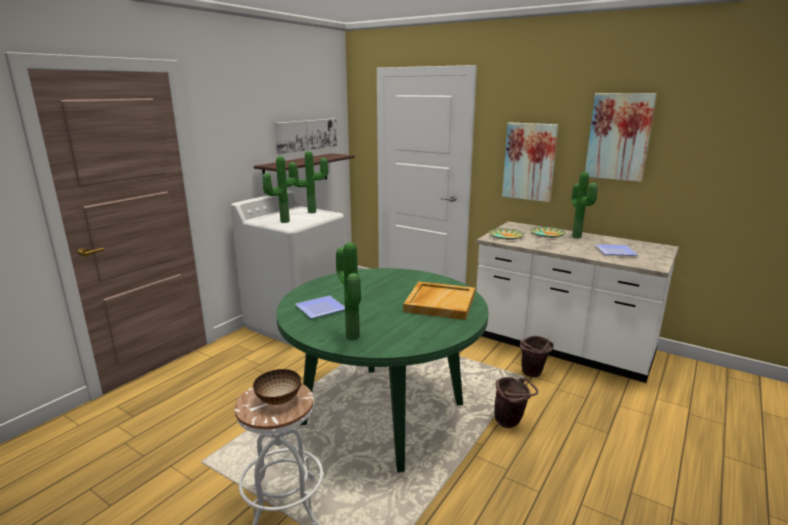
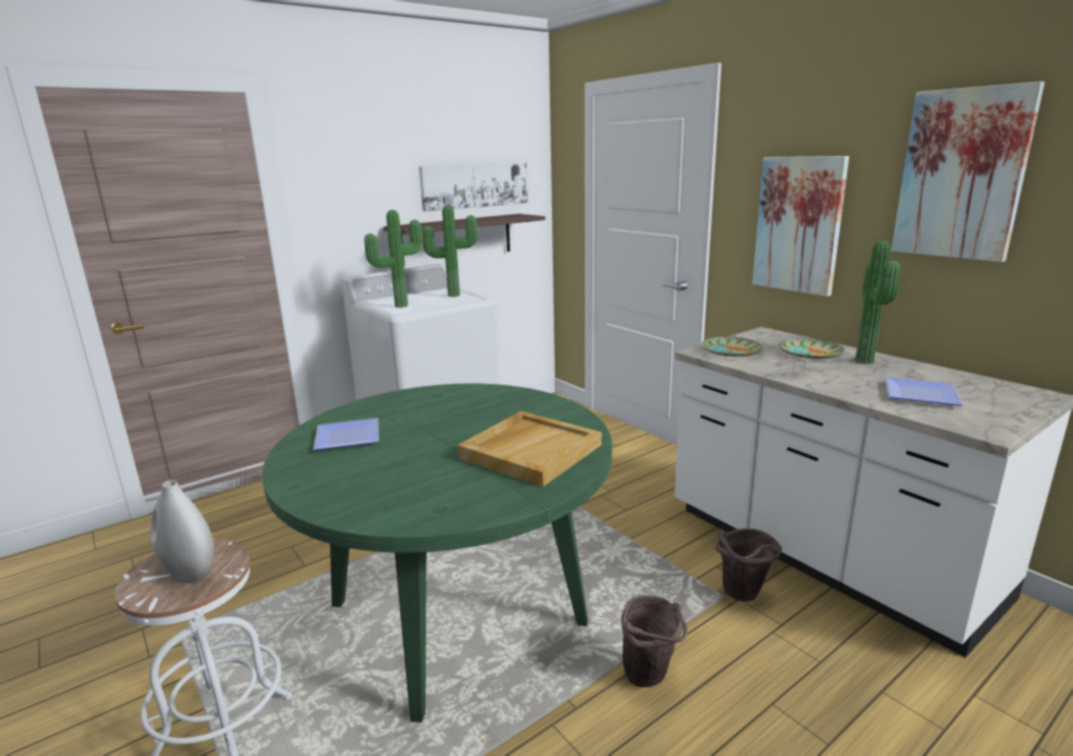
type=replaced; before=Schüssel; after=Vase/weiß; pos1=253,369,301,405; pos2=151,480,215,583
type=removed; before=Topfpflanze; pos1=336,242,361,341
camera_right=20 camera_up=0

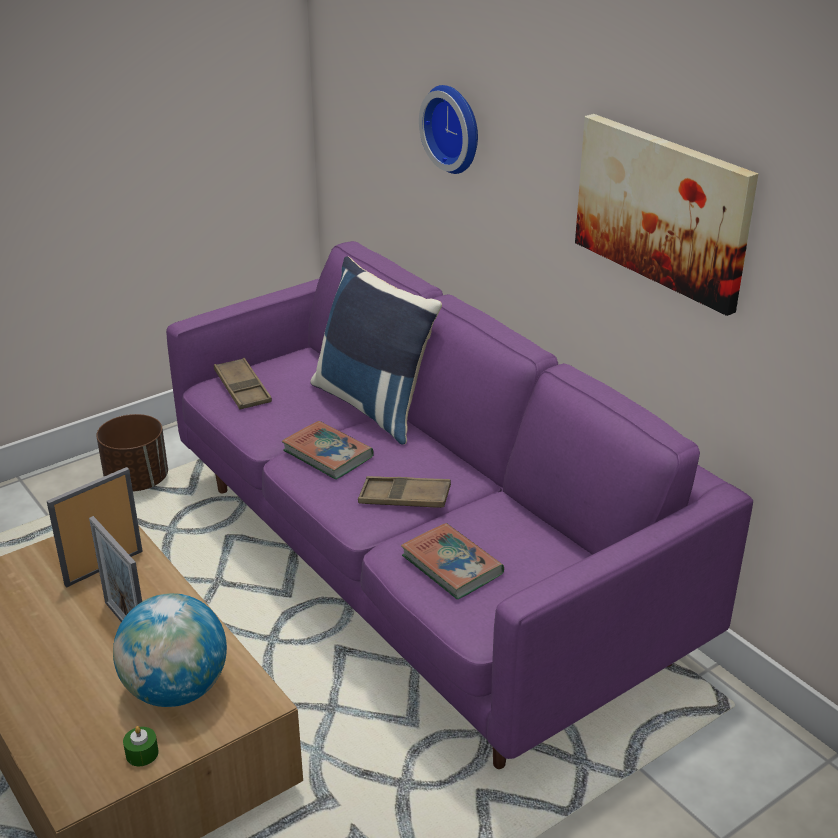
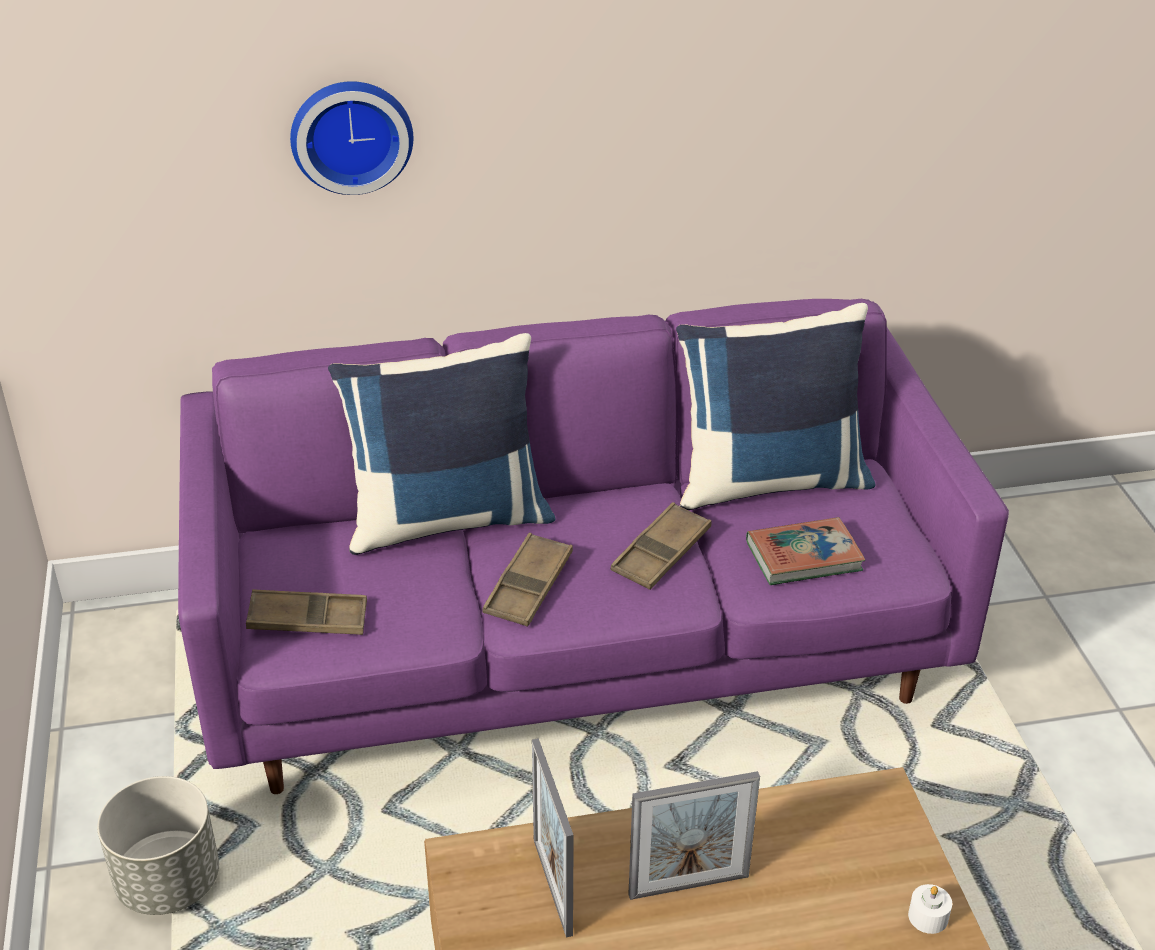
type=recoloured; before=Pflanzkübel/braun; after=Pflanzkübel/grau; pos1=96,414,168,492; pos2=97,776,219,915
type=replaced; before=Buch; after=Tablett/braun; pos1=282,421,374,480; pos2=482,533,573,627
type=added; after=Kissen/blau; pos2=676,303,875,510
type=recoloured; before=Kerze/grün; after=Kerze/weiß; pos1=123,726,159,766; pos2=908,884,952,934
type=removed; before=Globus; pos1=113,593,227,707
type=removed; before=Bild; pos1=575,114,758,316
camera_right=-65 camera_up=5

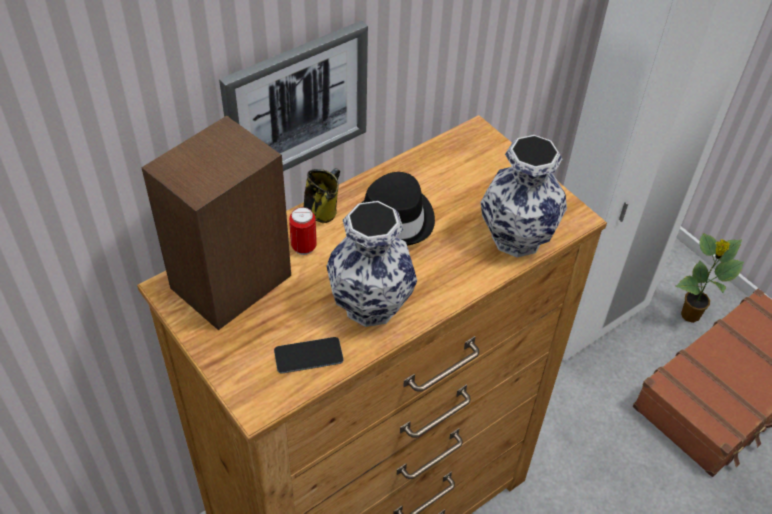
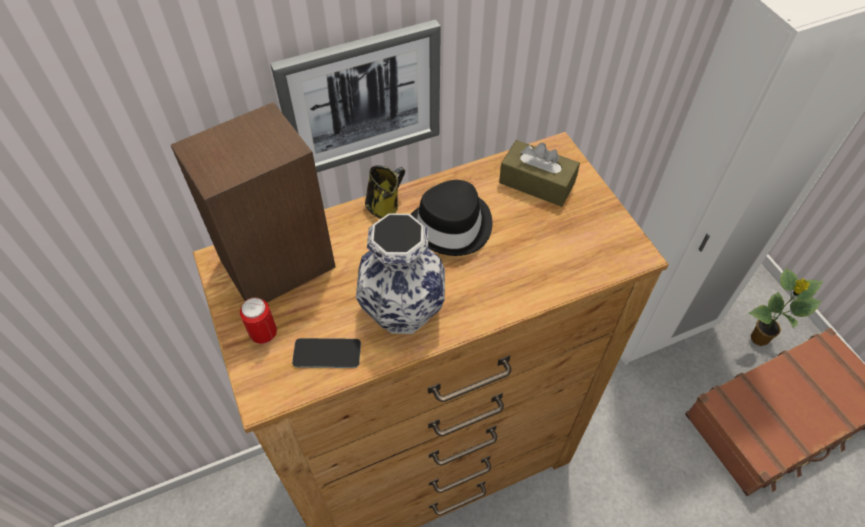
type=moved; before=Dose; pos1=289,207,317,255; pos2=240,297,277,344
type=added; after=Taschentuchbox/braun; pos2=499,140,580,207
type=removed; before=Vase; pos1=480,135,567,258
camera_right=15 camera_up=5

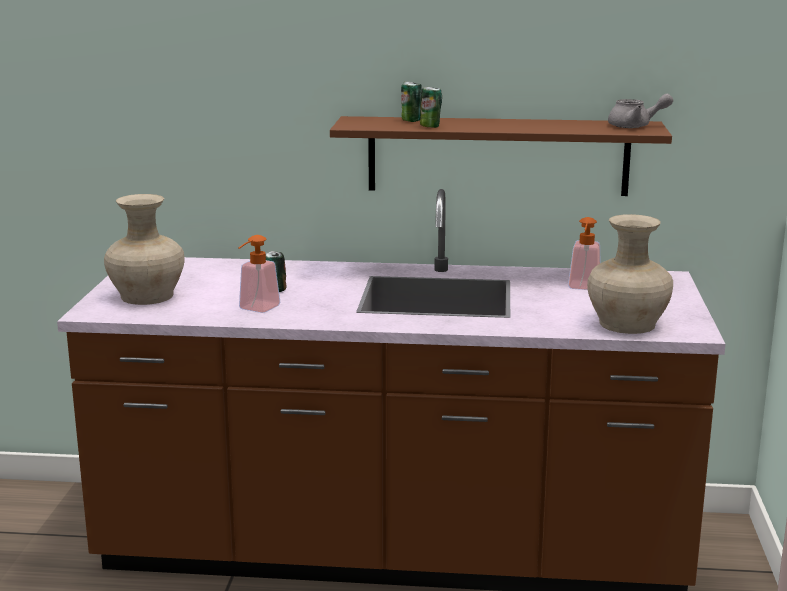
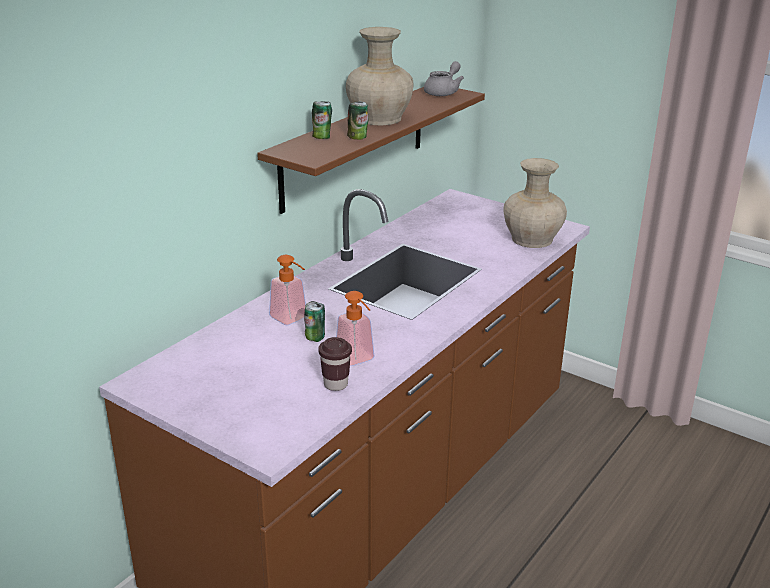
type=moved; before=Seifenspender; pos1=568,217,601,290; pos2=269,255,306,325
type=added; after=Tasse/braun; pos2=318,337,352,391
type=moved; before=Vase/beige; pos1=104,194,185,305; pos2=346,27,413,126
camera_right=-60 camera_up=10

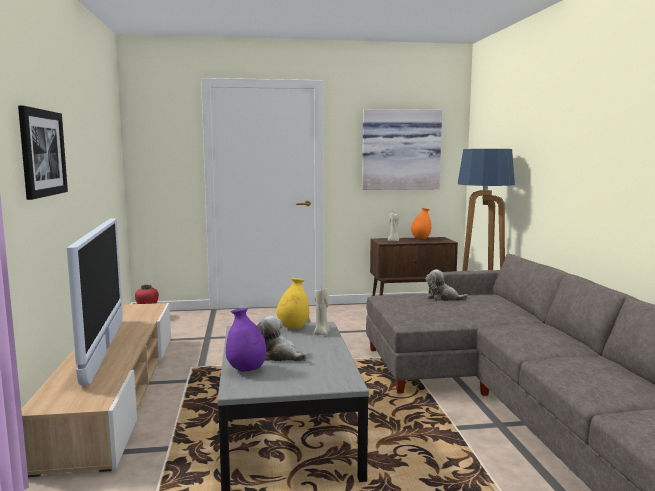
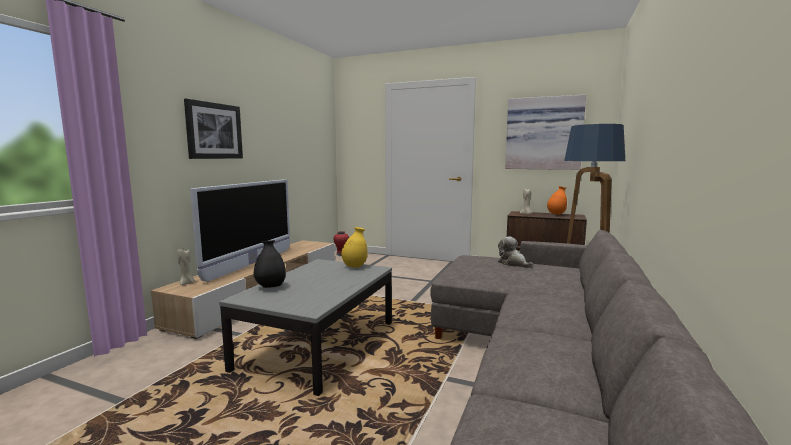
type=moved; before=Kerze/beige; pos1=314,286,330,335; pos2=177,249,195,285
type=recoloured; before=Vase/lila; after=Vase/schwarz; pos1=226,308,266,372; pos2=254,240,286,288
type=removed; before=Plüschtier; pos1=257,316,307,362
camera_right=30 camera_up=0

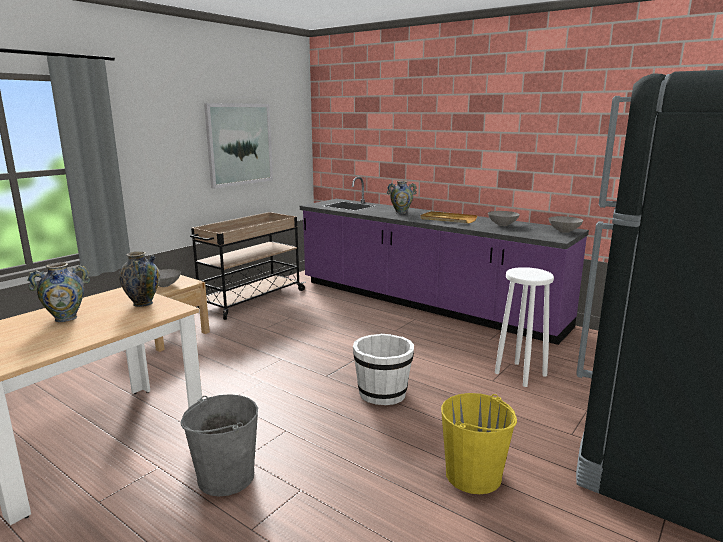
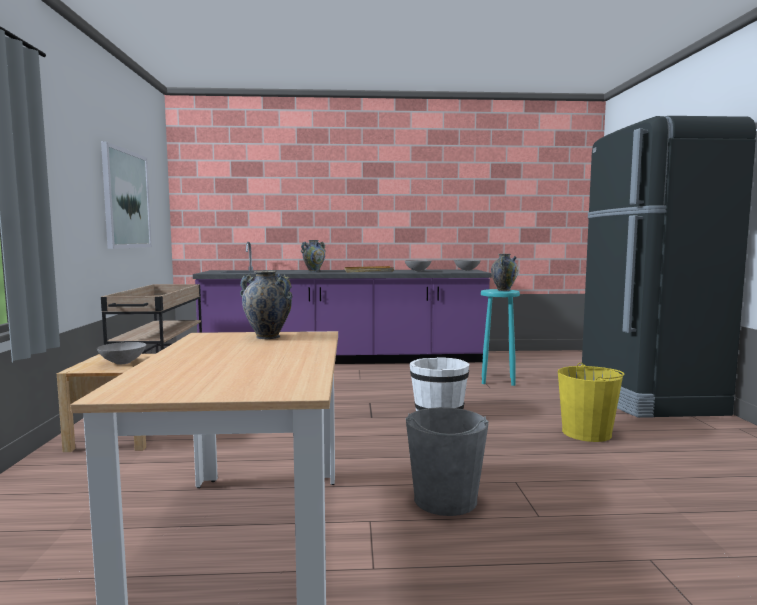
type=recoloured; before=Hocker/weiß; after=Hocker/türkis; pos1=495,267,554,387; pos2=481,289,520,386
type=moved; before=Vase; pos1=27,262,90,322; pos2=491,254,518,291
camera_right=-40 camera_up=-10

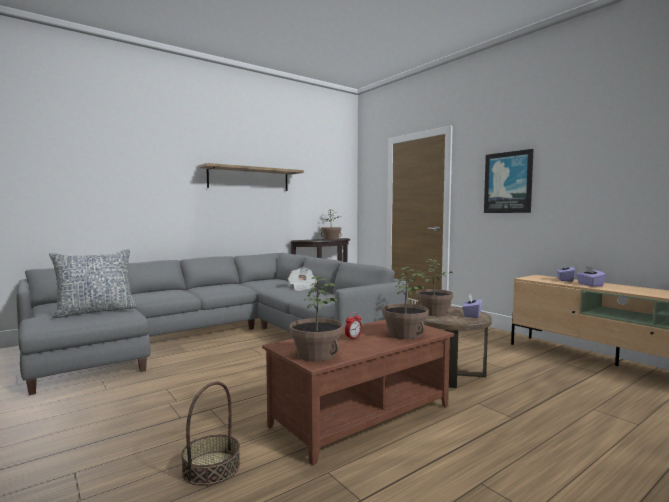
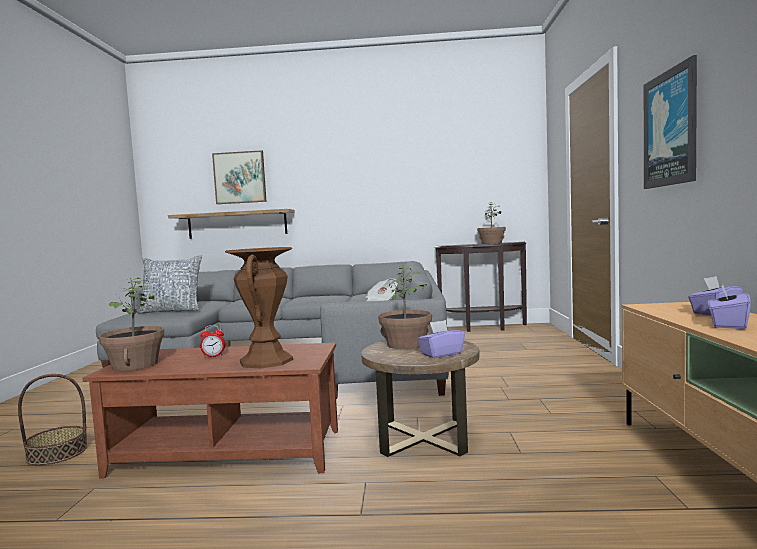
type=moved; before=Wandregal; pos1=198,163,304,191; pos2=168,209,295,239
type=added; after=Bild; pos2=212,150,267,204
type=replaced; before=Topfpflanze; after=Vase/braun; pos1=382,267,429,339; pos2=225,247,293,369
camera_right=40 camera_up=0

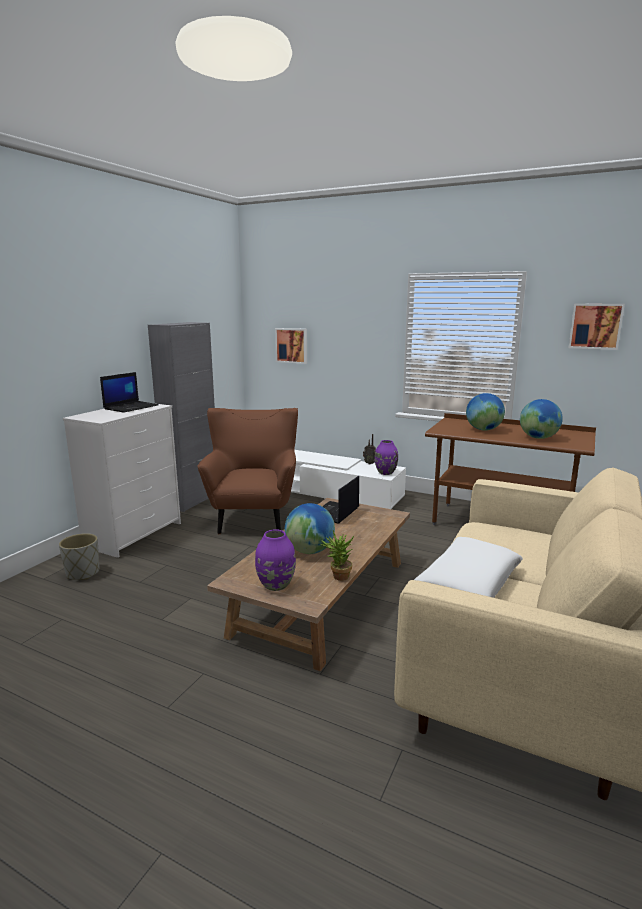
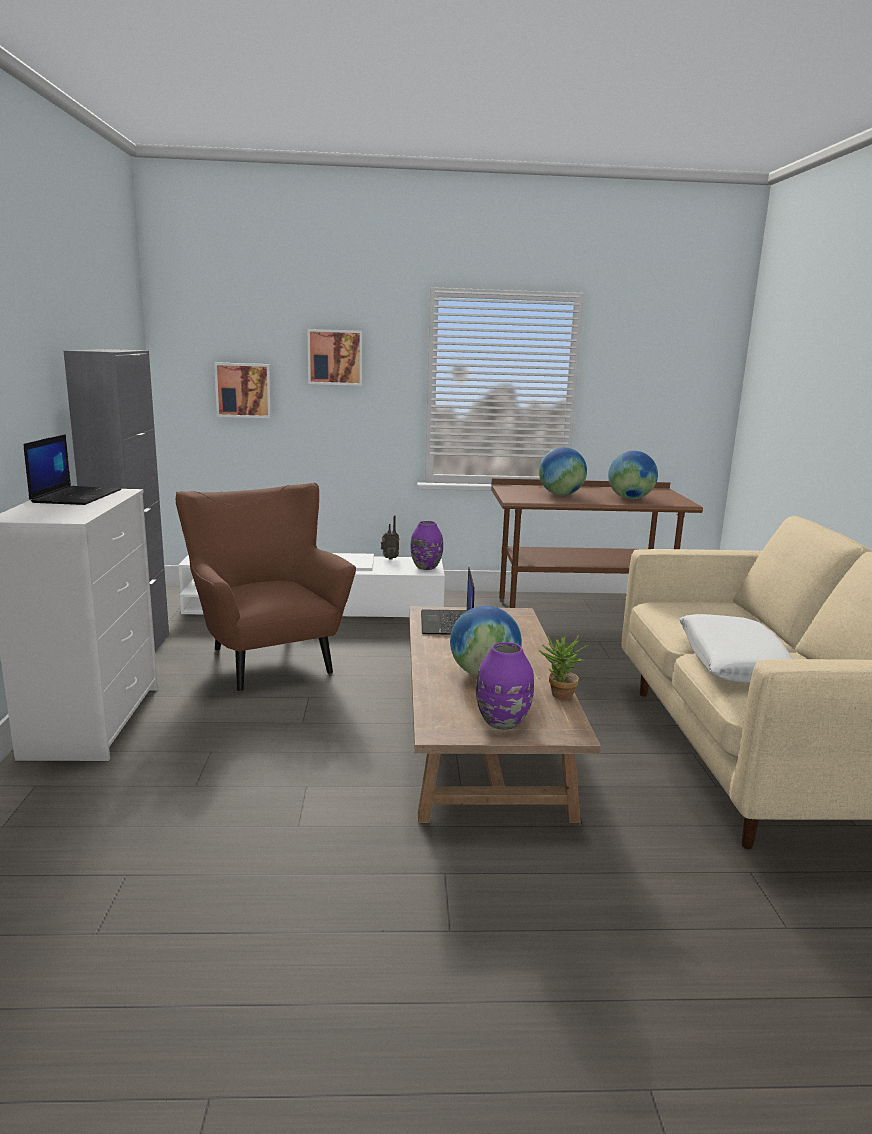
type=moved; before=Bild; pos1=569,304,625,350; pos2=307,329,362,386
type=removed; before=Pflanzkübel/grau; pos1=59,533,99,580
camera_right=-30 camera_up=0

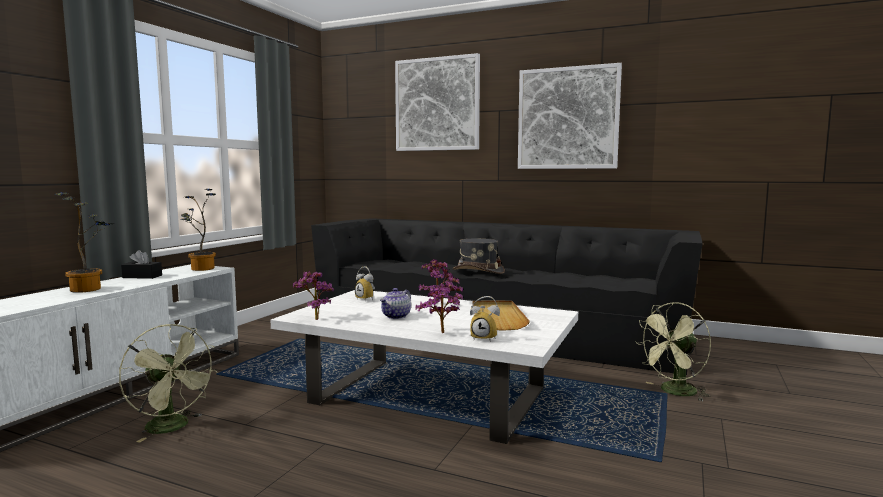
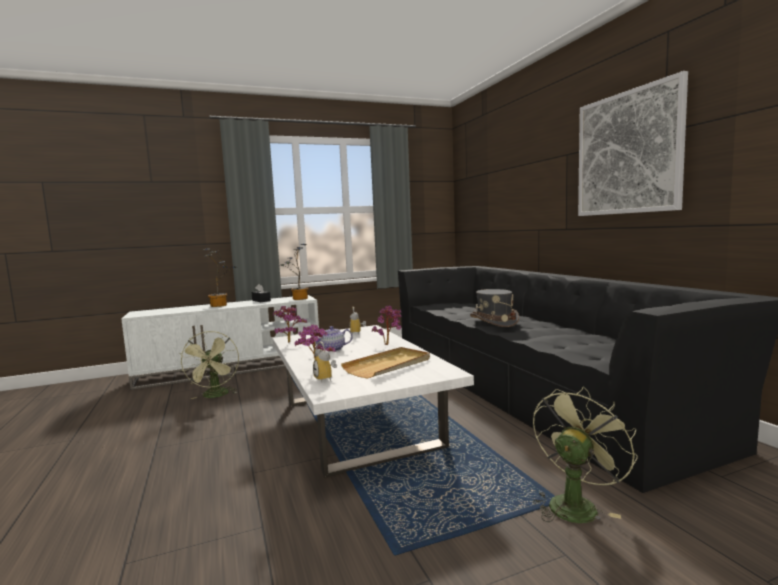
type=turned; before=Ventilator/grün; pos1=635,302,711,401; pos2=533,387,638,523; turn=120
type=removed; before=Bild; pos1=395,53,480,151
camera_right=45 camera_up=0

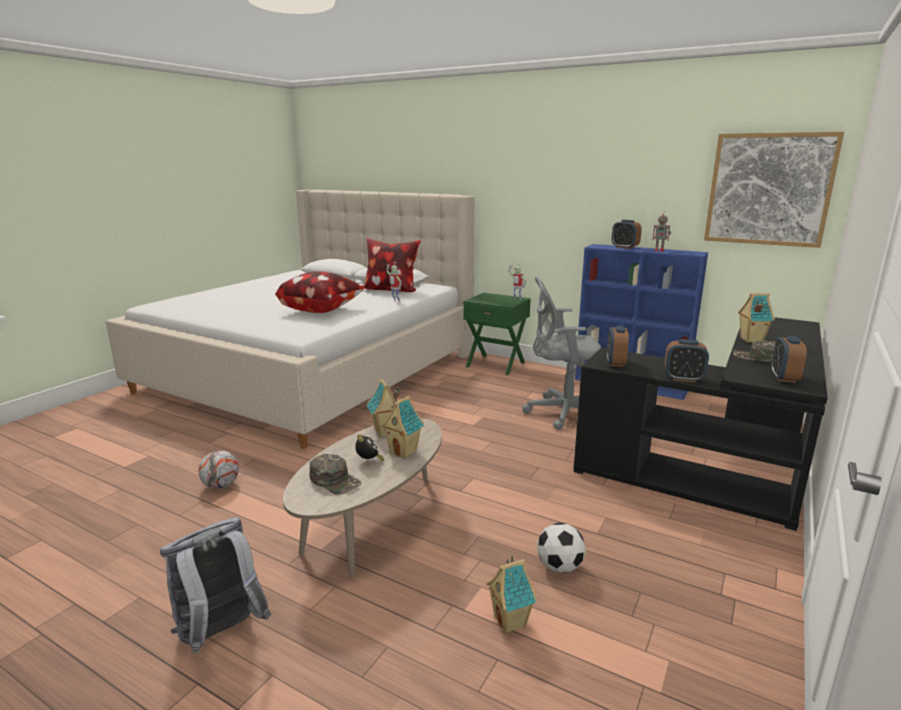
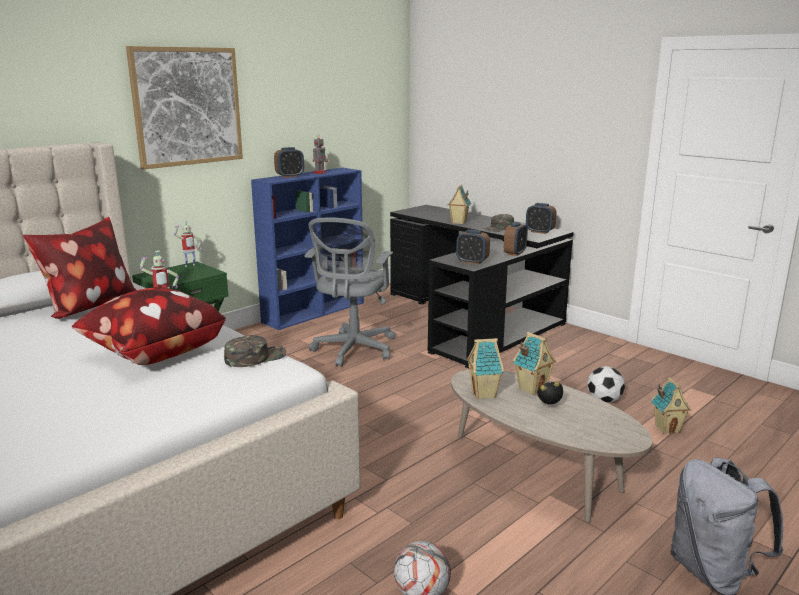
type=moved; before=Bild; pos1=704,132,844,248; pos2=126,46,243,170
type=moved; before=Kappe/grün; pos1=309,454,362,495; pos2=224,335,286,367
camera_right=-75 camera_up=0

